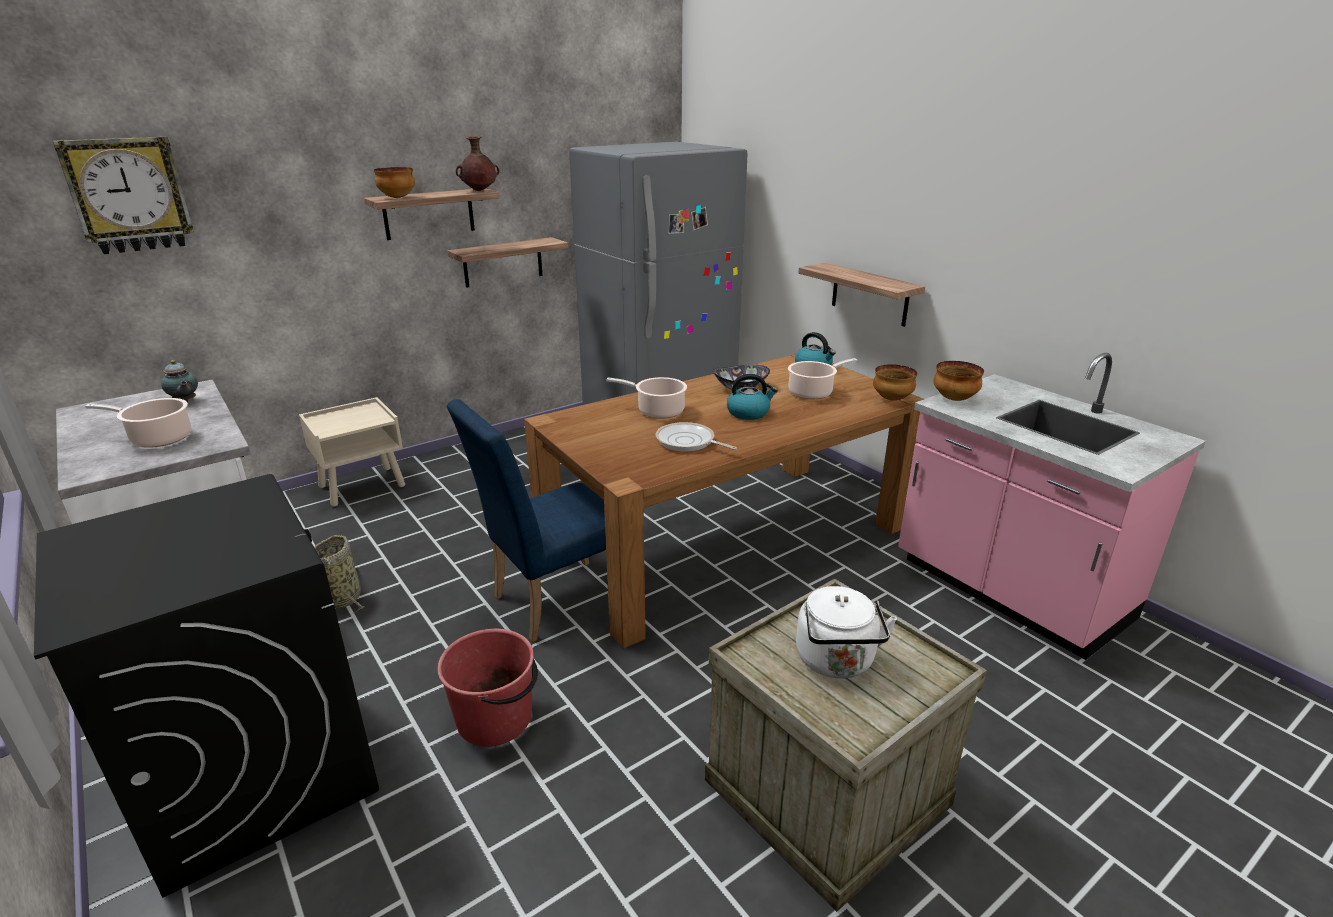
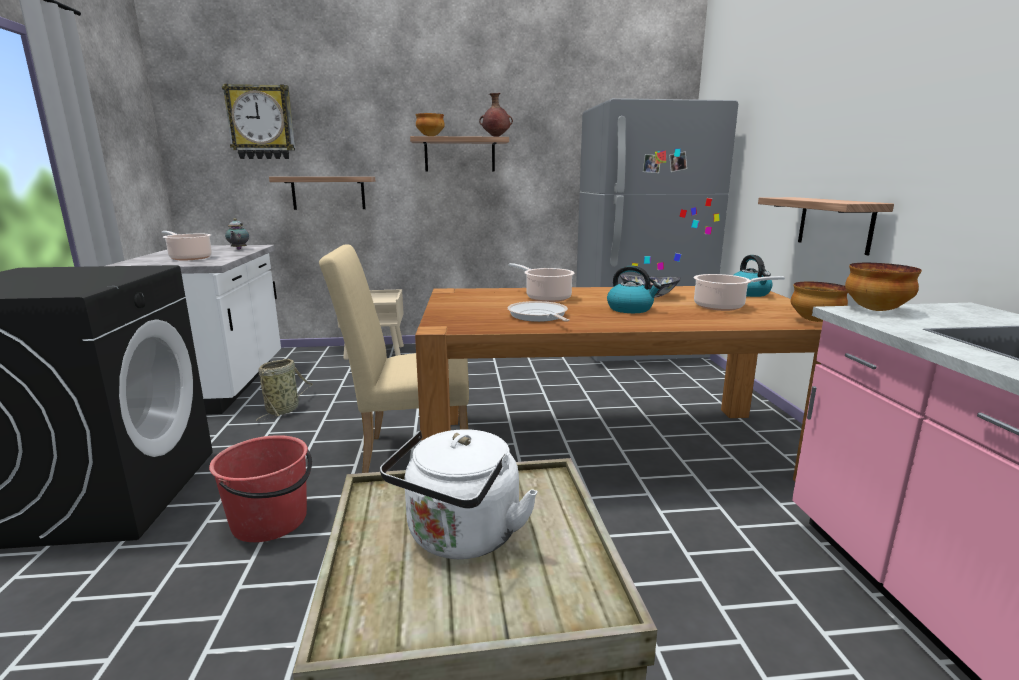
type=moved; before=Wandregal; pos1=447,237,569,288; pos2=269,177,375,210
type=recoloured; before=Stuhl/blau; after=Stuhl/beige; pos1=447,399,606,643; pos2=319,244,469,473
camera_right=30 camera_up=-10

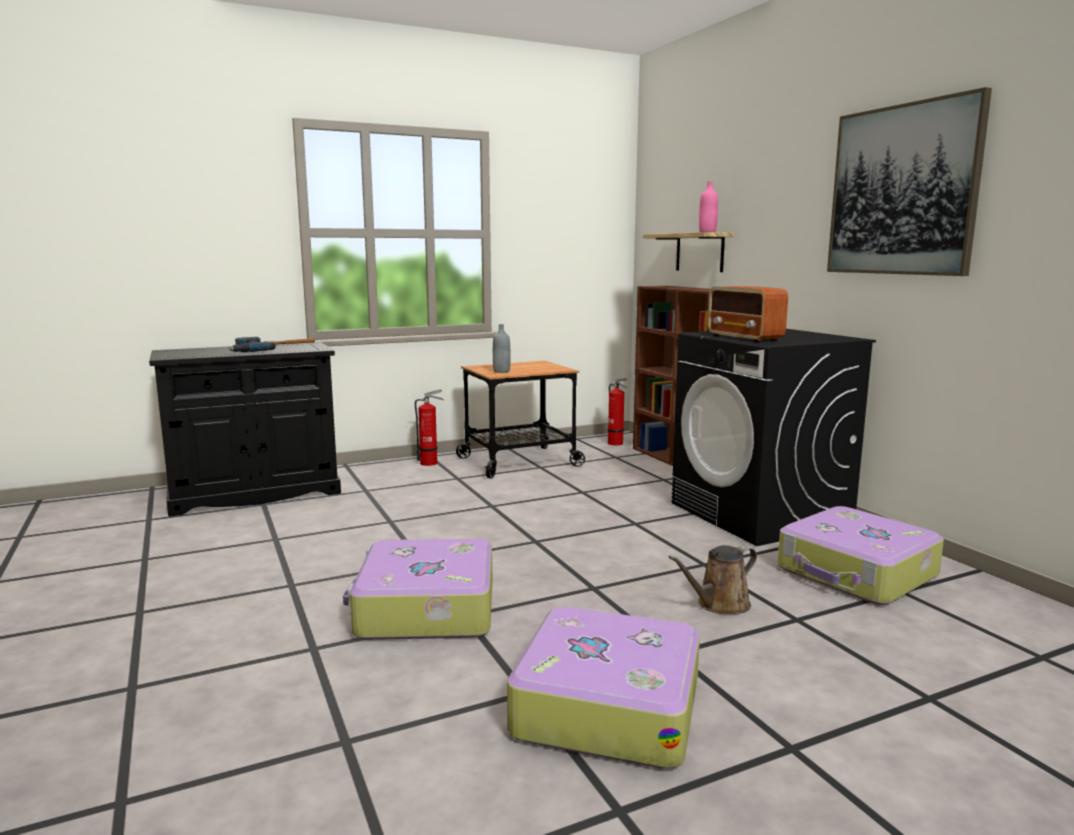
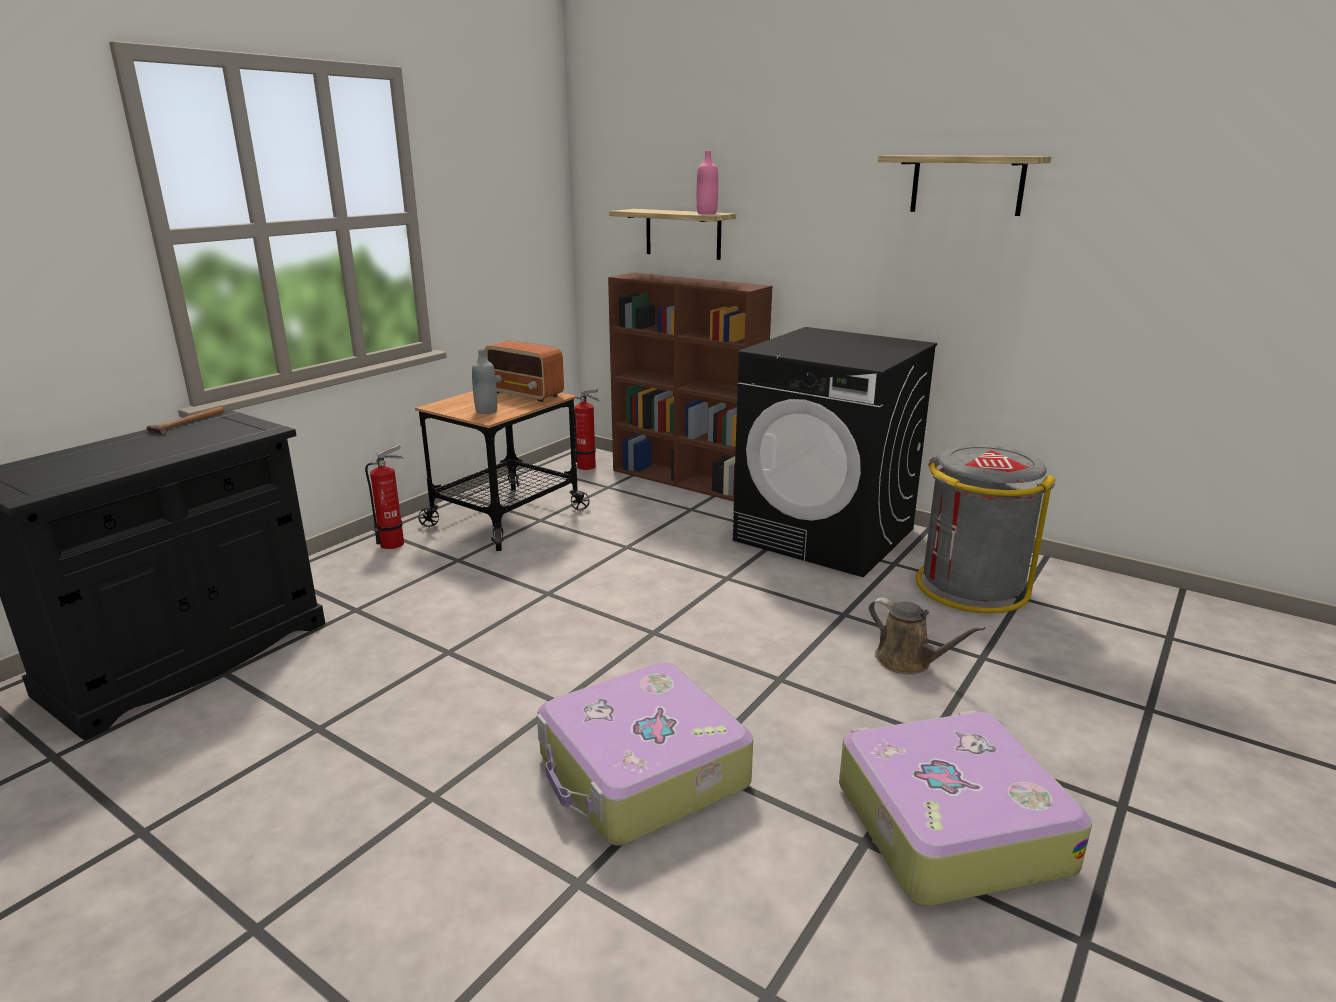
type=moved; before=Radio; pos1=707,286,788,342; pos2=485,341,564,402
type=turned; before=Gießkanne/braun; pos1=668,545,757,614; pos2=869,597,985,674; turn=-75
type=replaced; before=Bild; after=Wandregal; pos1=827,87,992,276; pos2=878,155,1051,216
type=replaced; before=Koffer; after=Mülleimer/grau; pos1=778,506,944,605; pos2=916,445,1055,613
type=removed; before=Bohrmaschine; pos1=228,337,276,352
camera_right=-30 camera_up=10

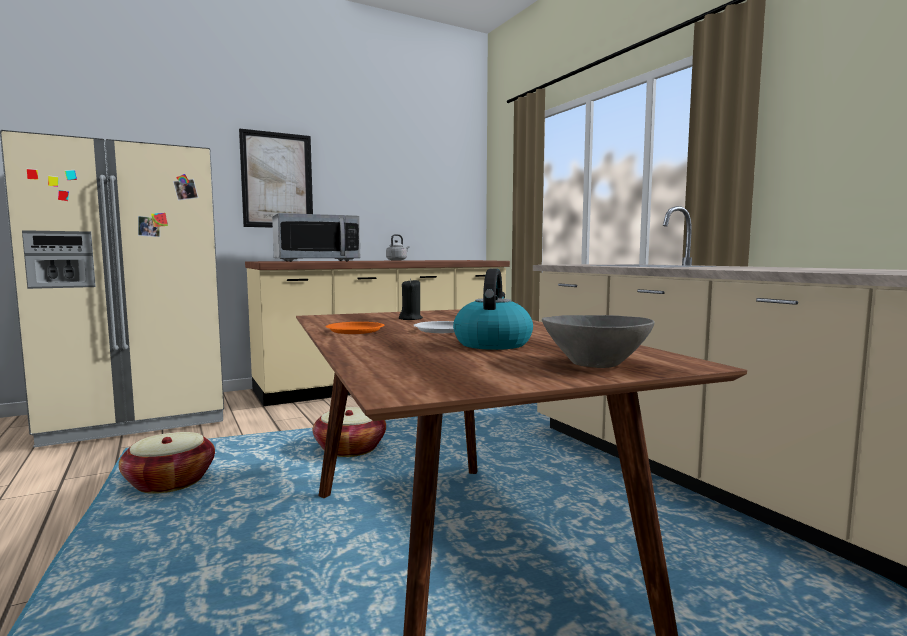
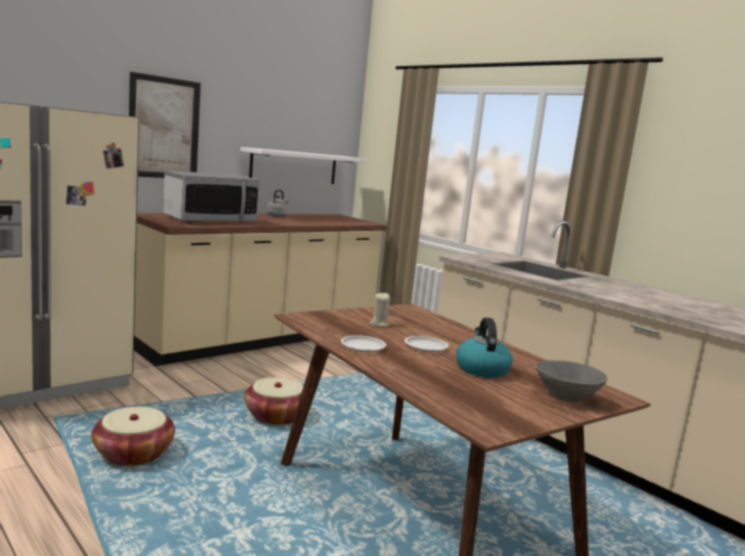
type=added; after=Wandregal/weiß; pos2=240,147,367,184
type=recoloured; before=Teller/orange; after=Teller/weiß; pos1=325,322,385,334; pos2=341,335,386,352
type=recoloured; before=Kerze/schwarz; after=Kerze/beige; pos1=399,278,423,320; pos2=370,292,390,327
camera_right=-15 camera_up=5

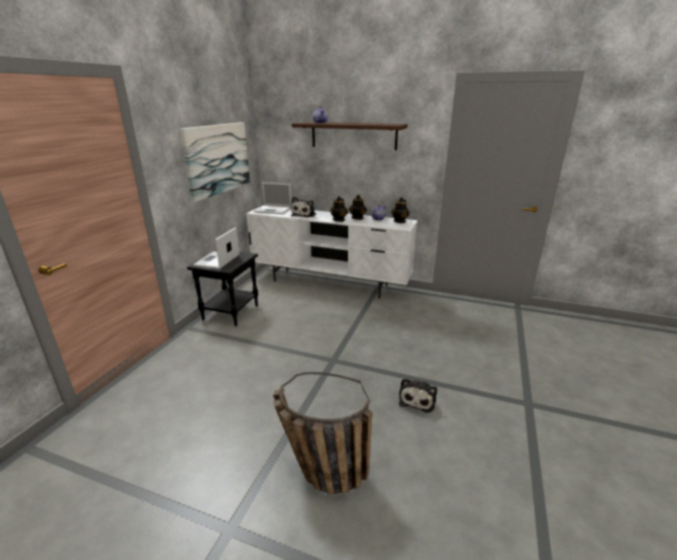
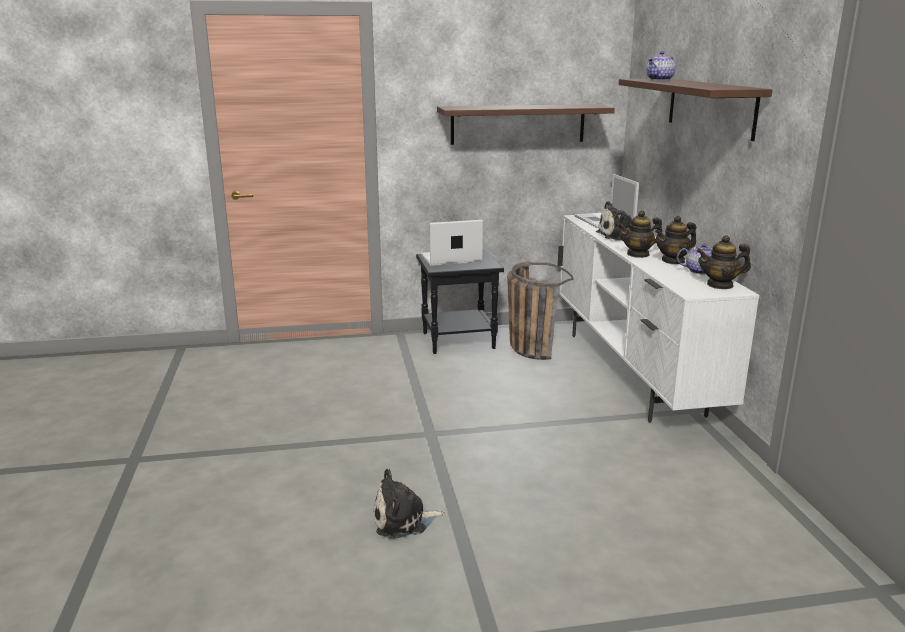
type=replaced; before=Bild; after=Wandregal; pos1=180,122,250,202; pos2=437,104,615,145
type=moved; before=Korb; pos1=273,372,373,494; pos2=507,261,573,360
camera_right=60 camera_up=-5

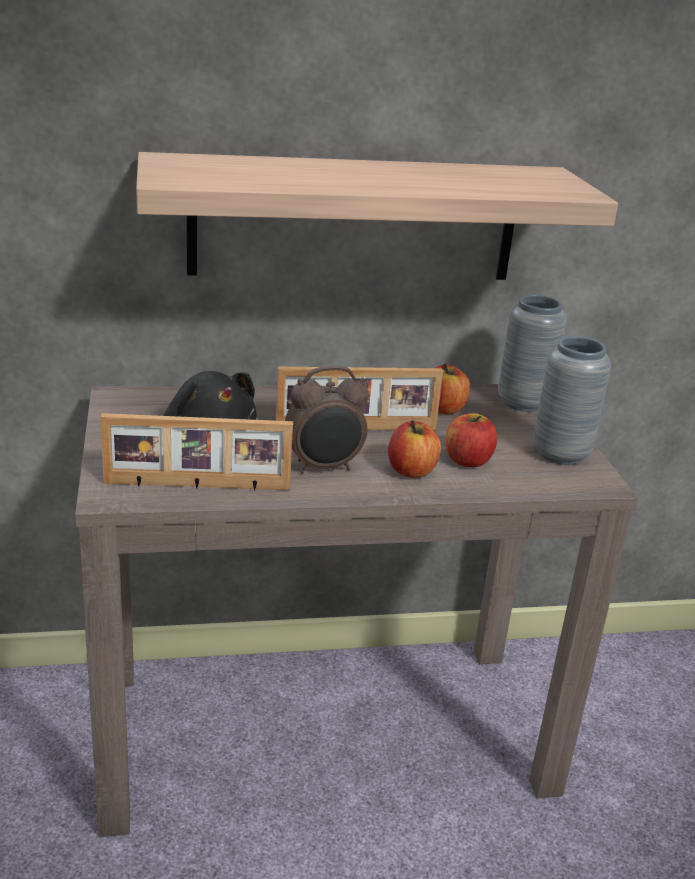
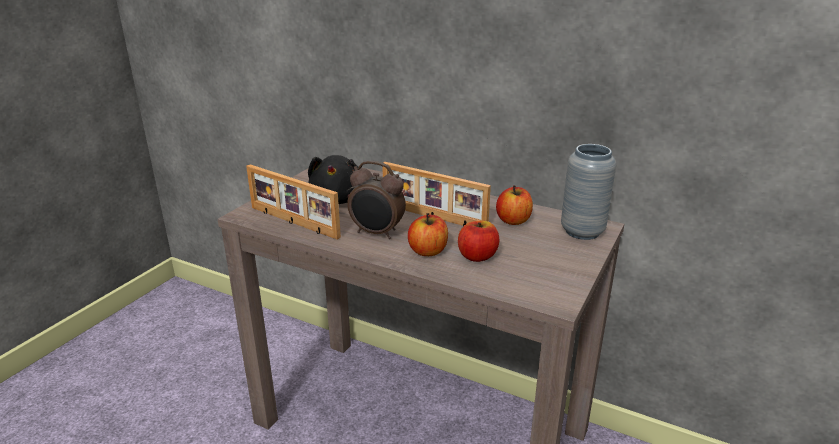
type=removed; before=Wandregal; pos1=136,152,618,280
type=removed; before=Vase/grau; pos1=533,336,611,465
camera_right=40 camera_up=0

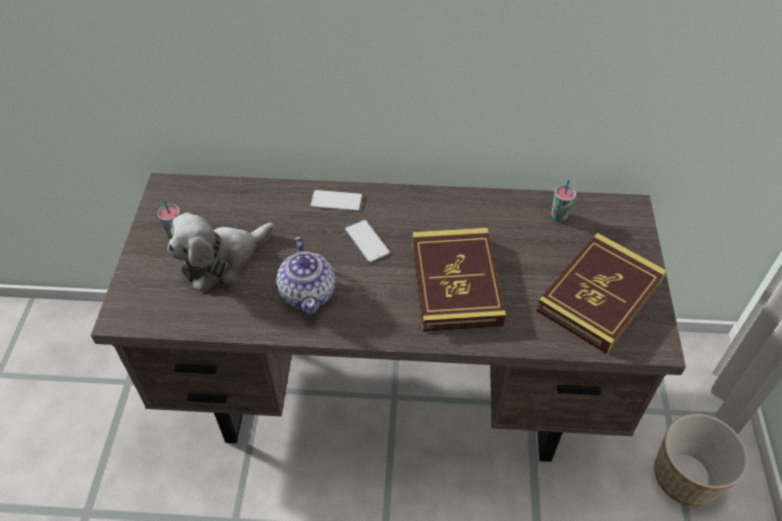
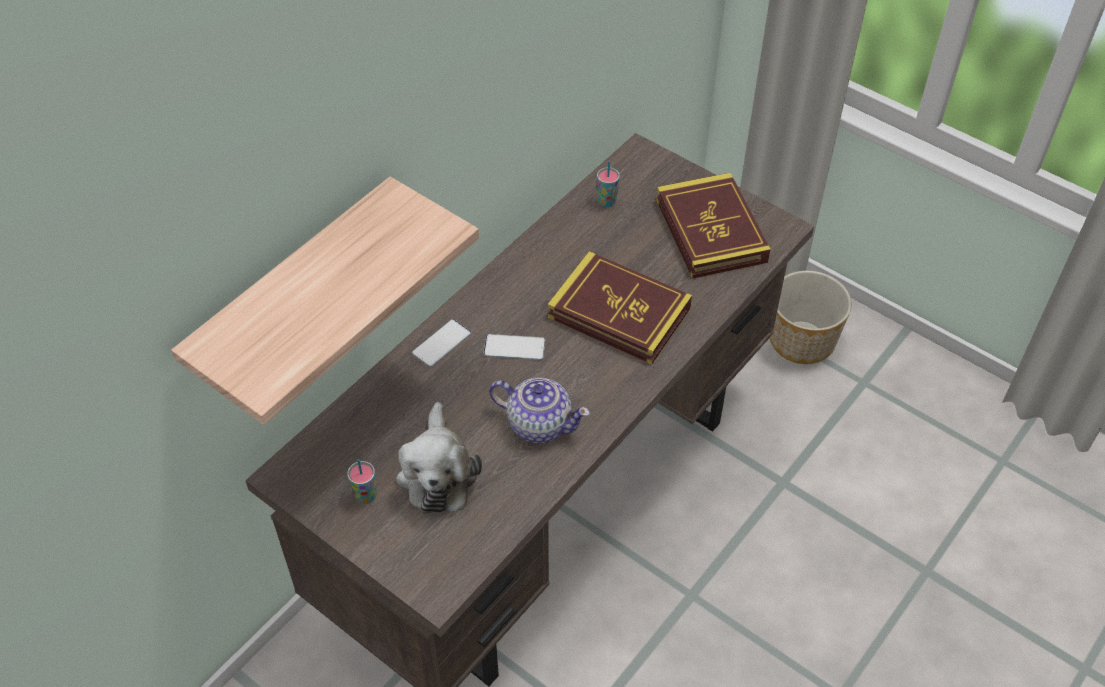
type=added; after=Wandregal; pos2=171,177,479,425
camera_right=-55 camera_up=0

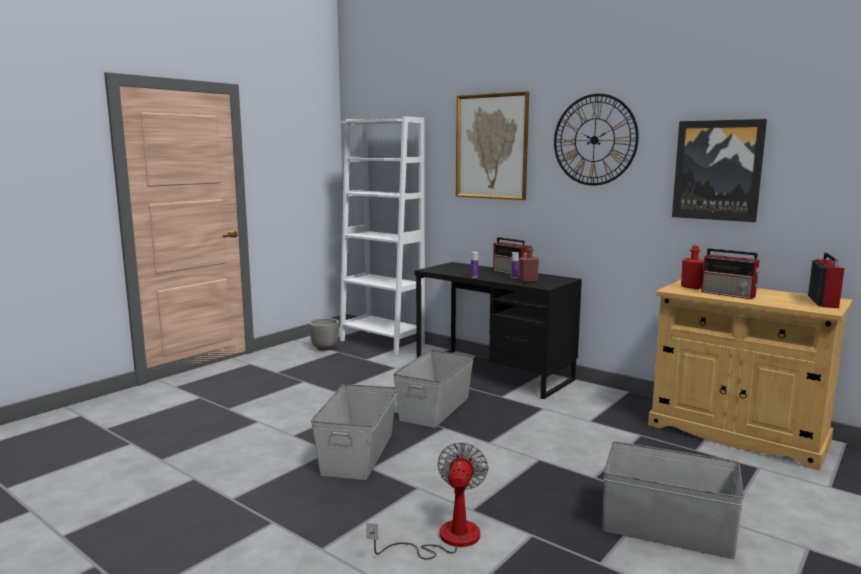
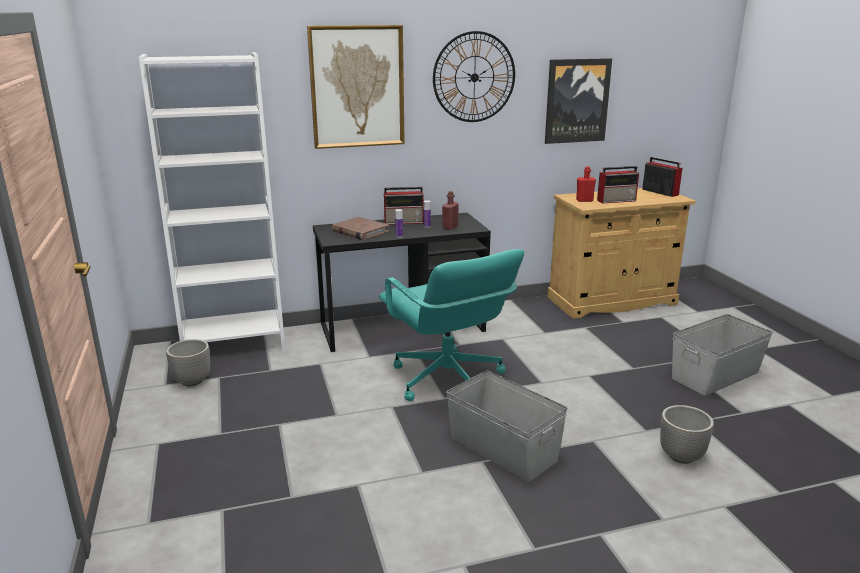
type=added; after=Buch/braun; pos2=332,217,389,240
type=replaced; before=Aufbewahrungsbox/grau; after=Bürostuhl/türkis; pos1=393,350,474,428; pos2=379,249,524,401
type=replaced; before=Ventilator; after=Pflanzkübel; pos1=366,442,488,560; pos2=660,405,714,464
camera_right=-55 camera_up=10

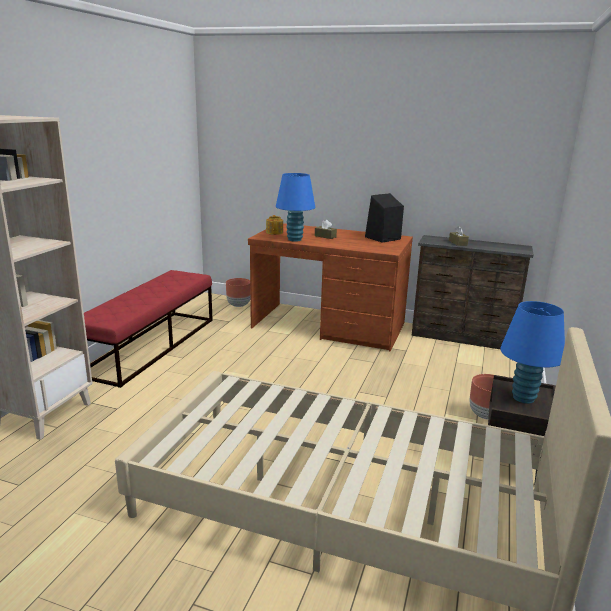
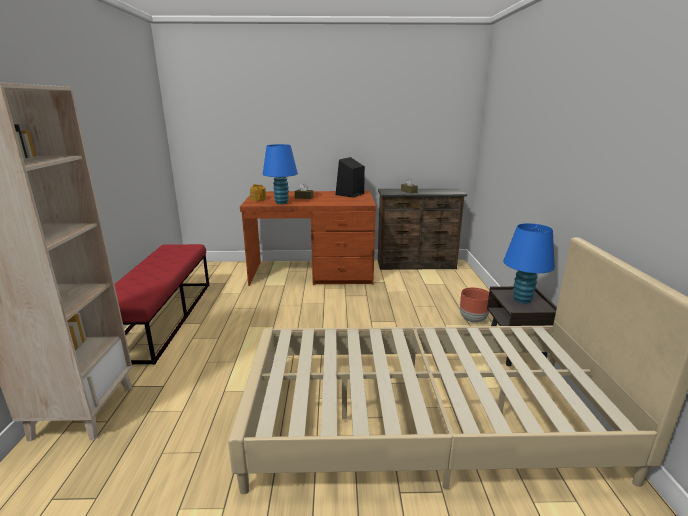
type=removed; before=Pflanzkübel/braun; pos1=226,278,250,307
camera_right=-20 camera_up=0

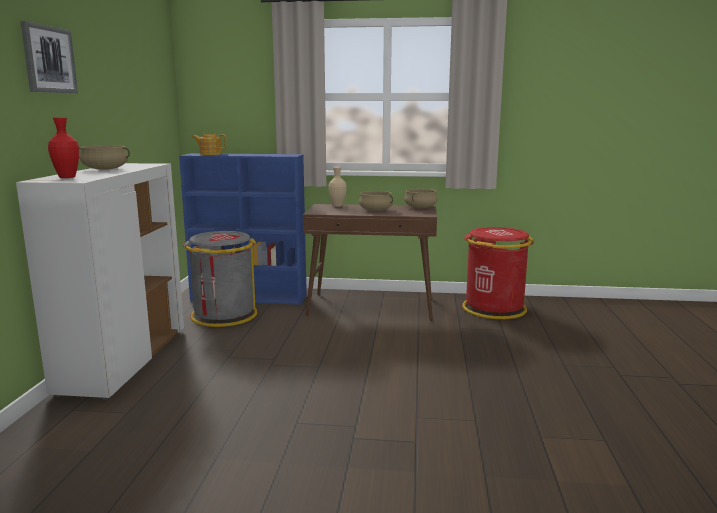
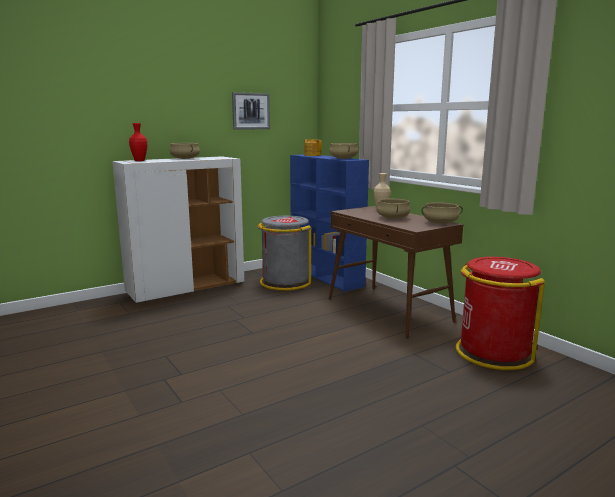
type=moved; before=Bild; pos1=20,21,78,93; pos2=232,92,270,130
type=added; after=Kochtopf/beige; pos2=329,143,358,159
camera_right=50 camera_up=0

